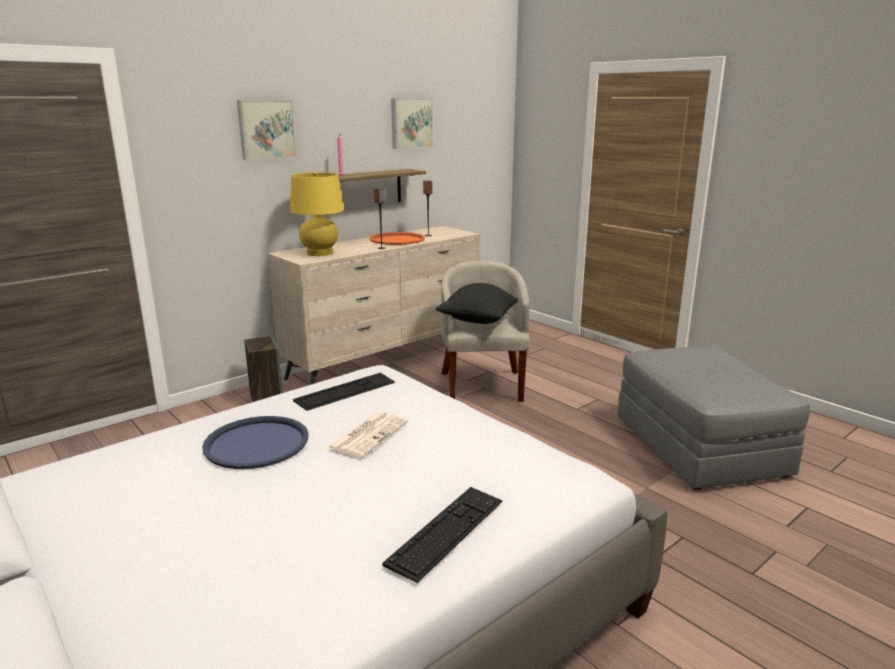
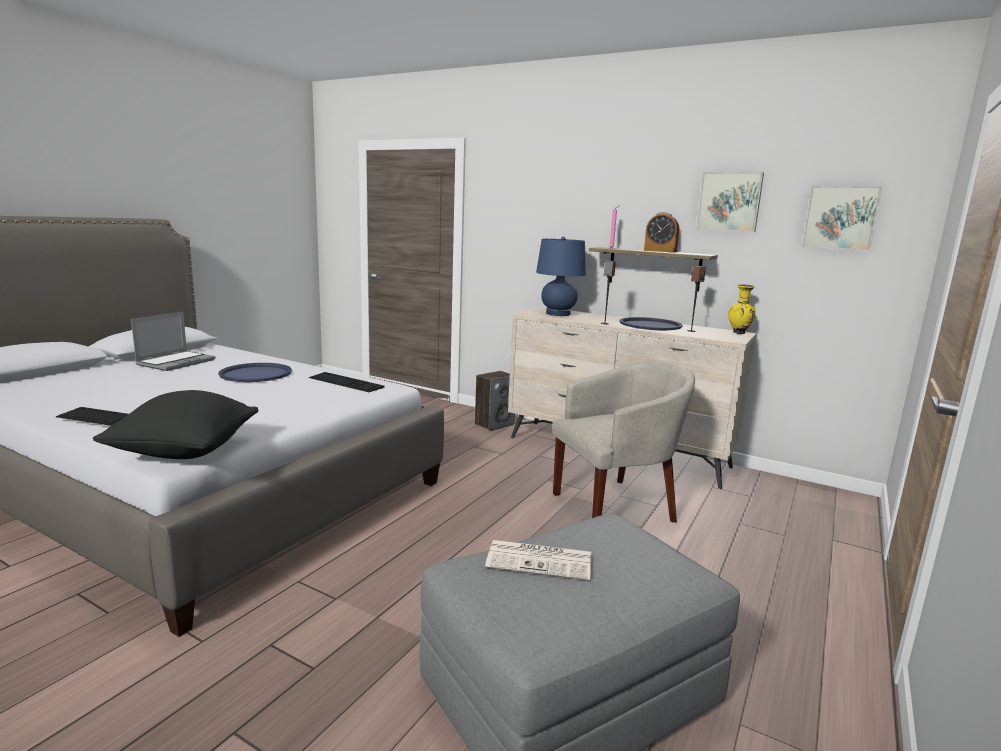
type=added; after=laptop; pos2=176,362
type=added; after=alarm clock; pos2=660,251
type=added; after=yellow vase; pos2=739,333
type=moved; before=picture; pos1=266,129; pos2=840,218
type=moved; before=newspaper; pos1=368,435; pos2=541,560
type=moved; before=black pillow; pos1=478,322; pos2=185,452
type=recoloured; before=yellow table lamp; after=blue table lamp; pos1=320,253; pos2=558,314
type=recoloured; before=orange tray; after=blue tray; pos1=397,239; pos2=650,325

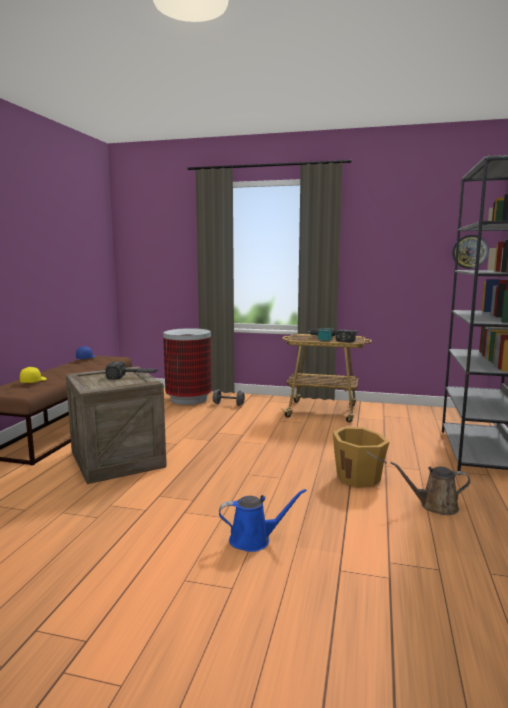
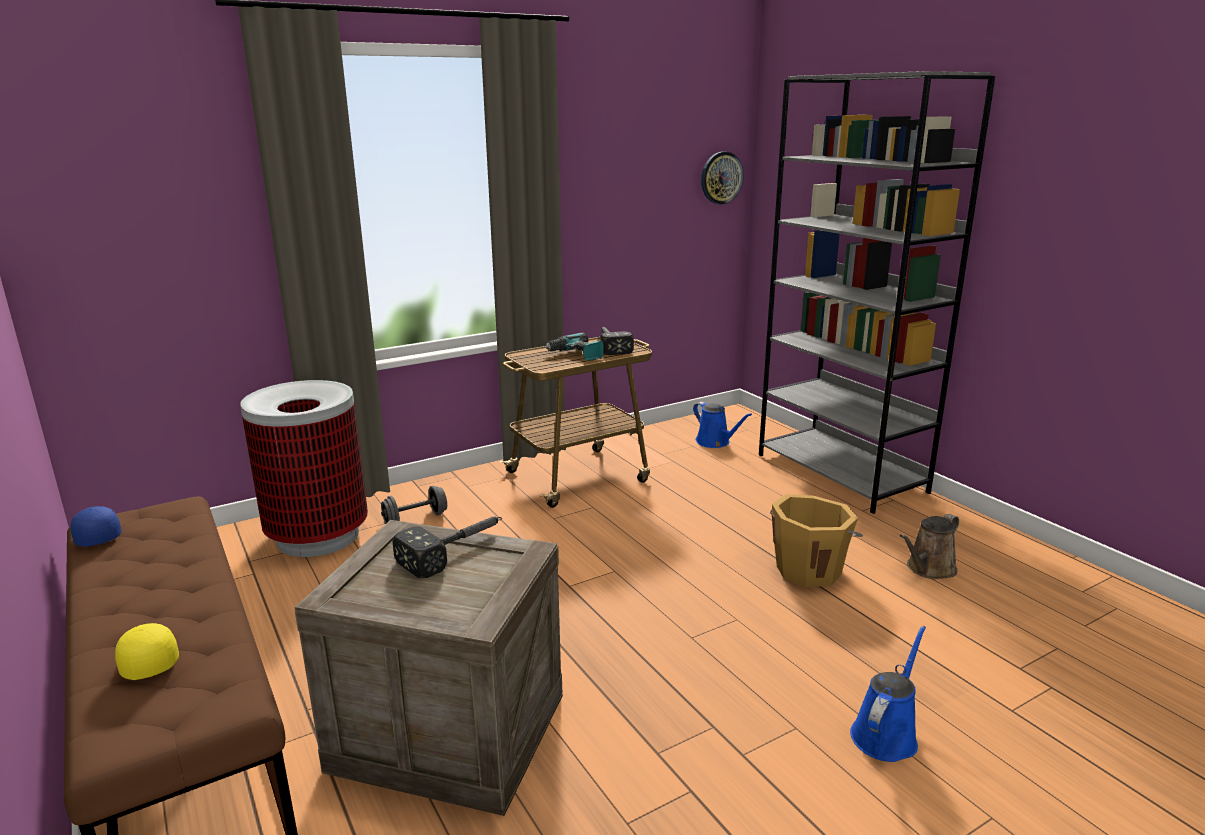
type=added; after=blue watering can; pos2=715,442

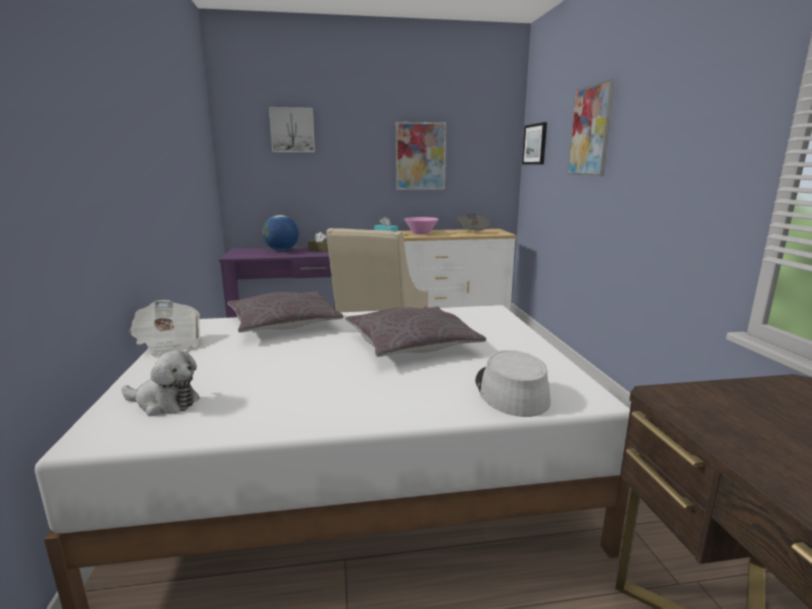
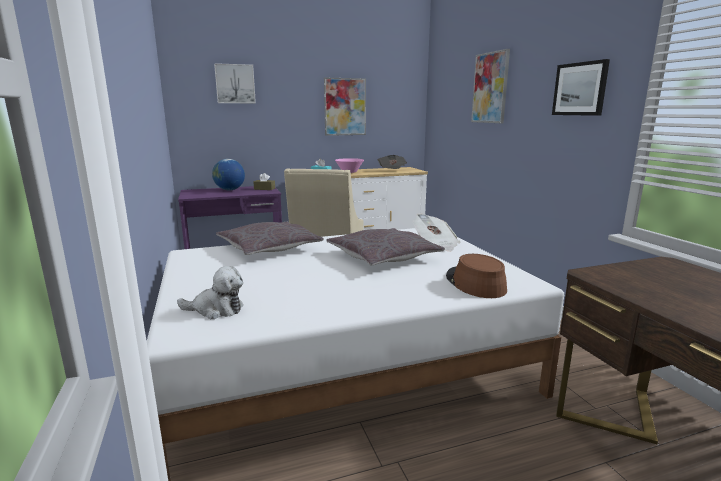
type=moved; before=newspaper; pos1=169,345; pos2=436,244
type=moved; before=picture; pos1=535,144; pos2=580,89
type=recoloured; before=grey hat; after=brown hat; pos1=510,391; pos2=475,283

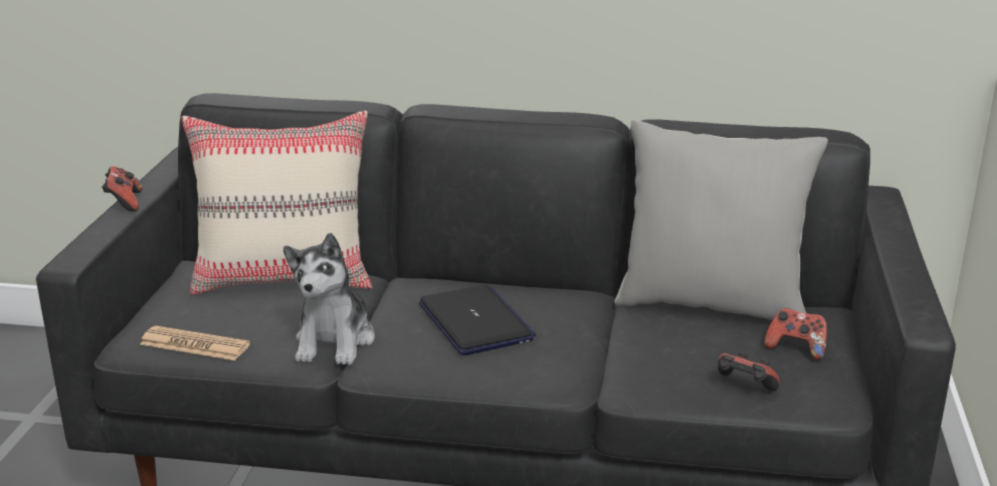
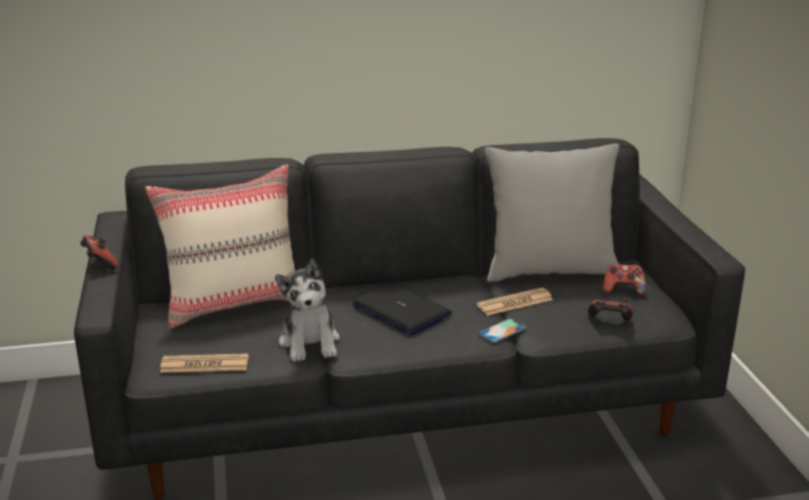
type=added; after=newspaper; pos2=514,303
type=added; after=phone; pos2=502,331

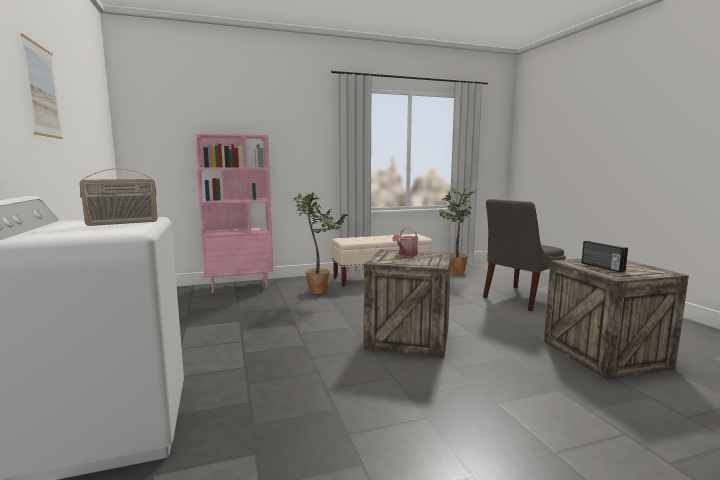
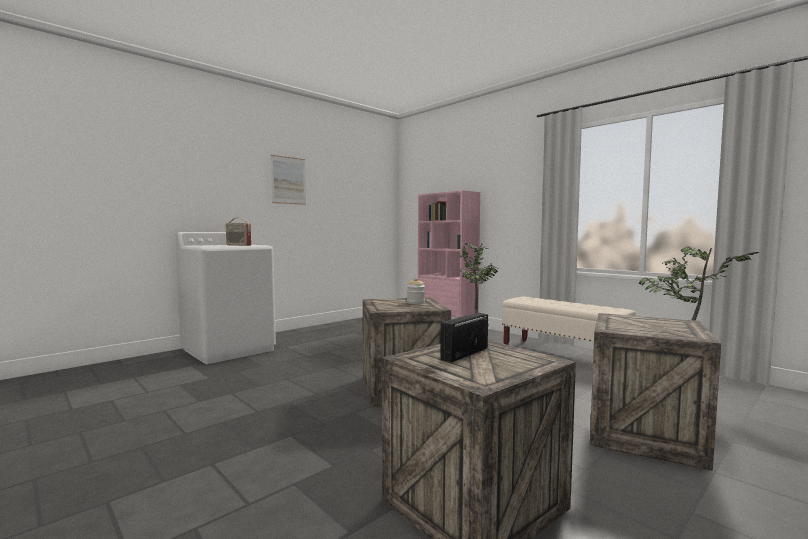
type=replaced; before=watering can; after=jar; pos1=406,254; pos2=415,302
type=replaced; before=grey chair; after=crate; pos1=519,298; pos2=642,432

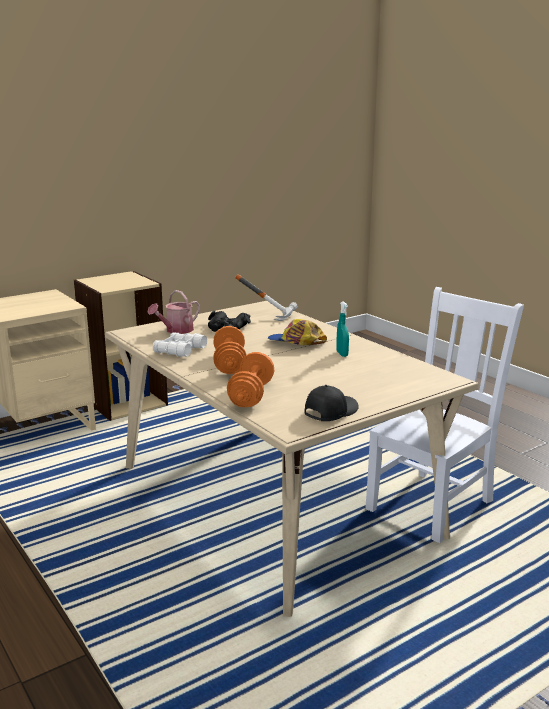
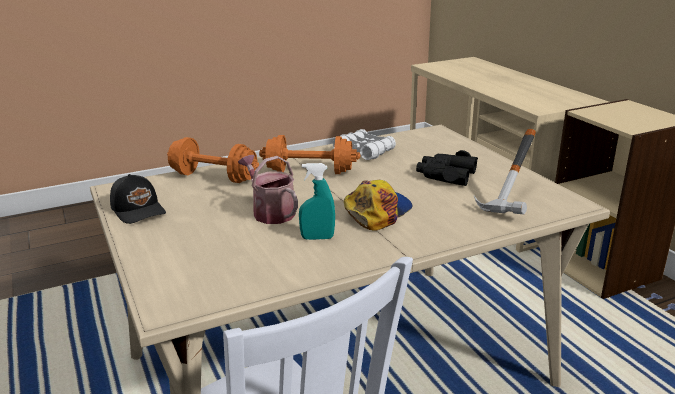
type=moved; before=watering can; pos1=176,330; pos2=270,212

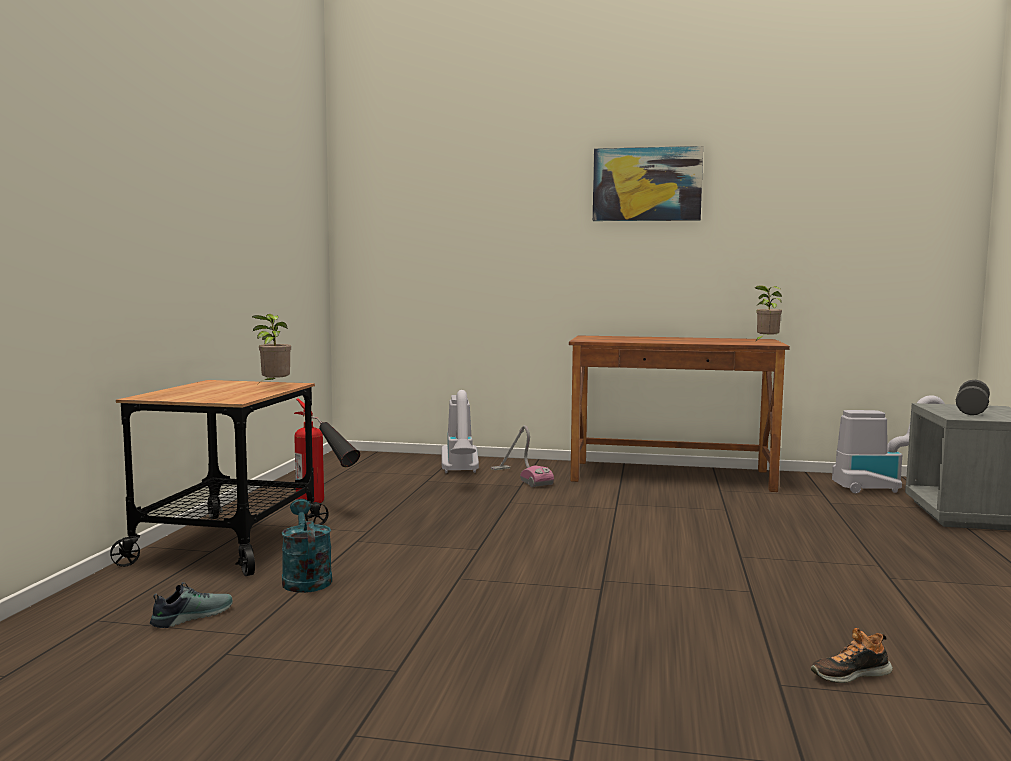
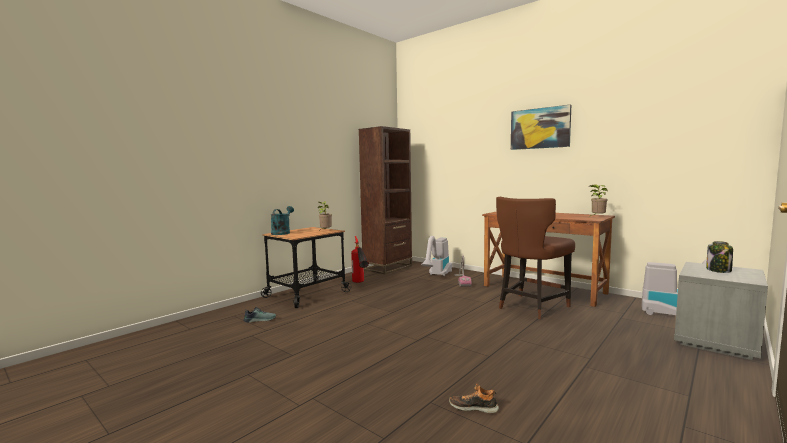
type=added; after=brown bookcase; pos2=387,267
type=added; after=brown chair; pos2=531,307
type=moved; before=turquoise watering can; pos1=305,578; pos2=282,233
type=replaced; before=grey dumbbell; after=jar; pos1=972,410; pos2=719,270

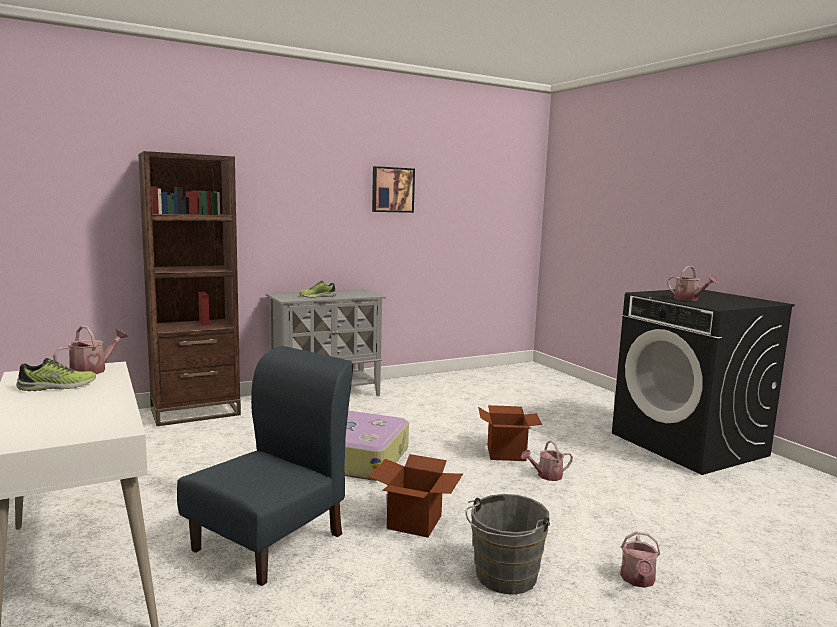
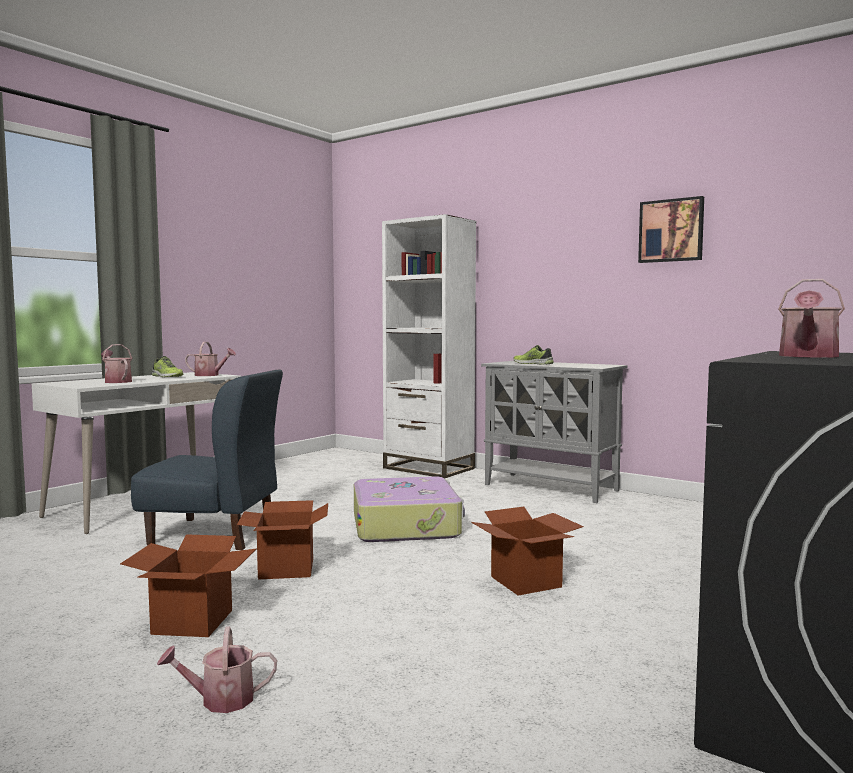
type=moved; before=watering can; pos1=546,476; pos2=116,381
type=replaced; before=grey bucket; after=cardboard box; pos1=503,578; pos2=192,622
type=recoloured; before=brown bookcase; after=white bookcase; pos1=195,412; pos2=428,468

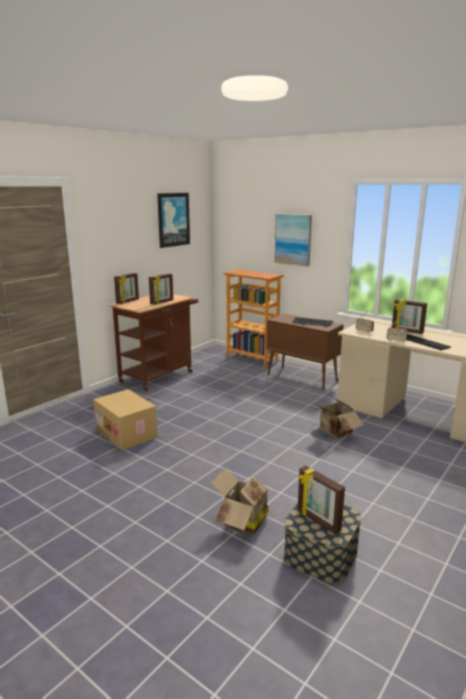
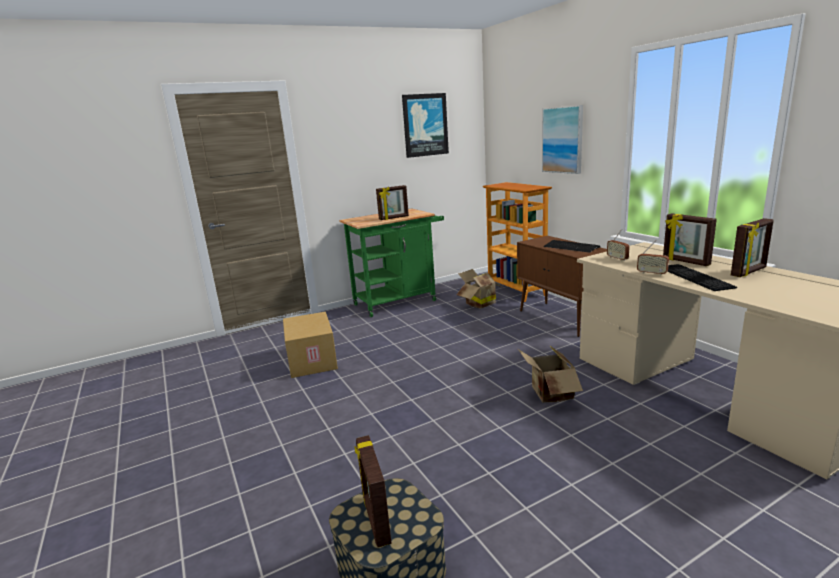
type=moved; before=picture frame; pos1=128,301; pos2=749,272
type=moved; before=cardboard box; pos1=242,522; pos2=478,304
type=recoloured; before=brown cart; after=green cart; pos1=159,375; pos2=399,301

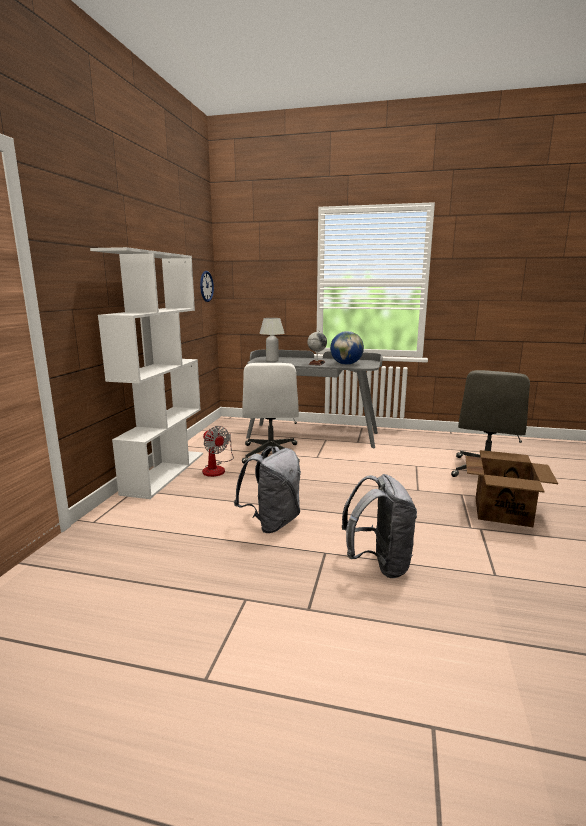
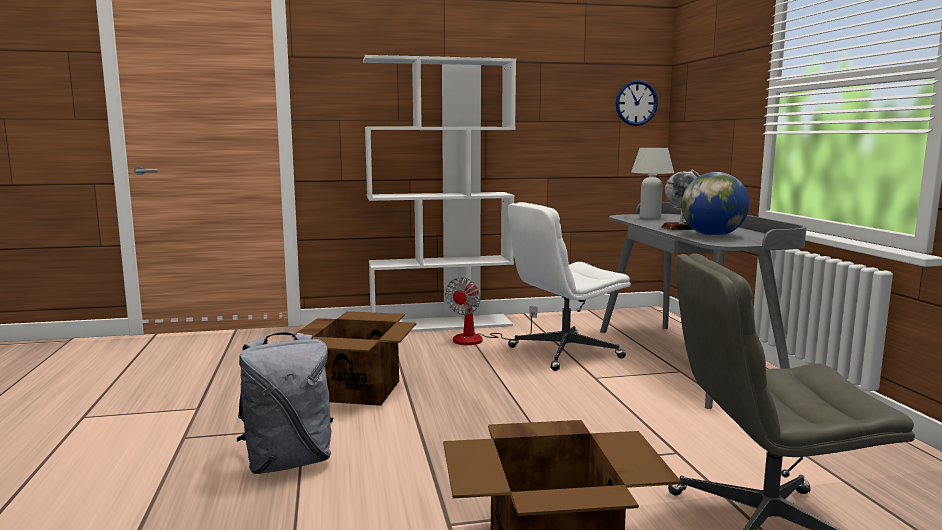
type=replaced; before=grey backpack; after=cardboard box; pos1=272,523; pos2=359,390

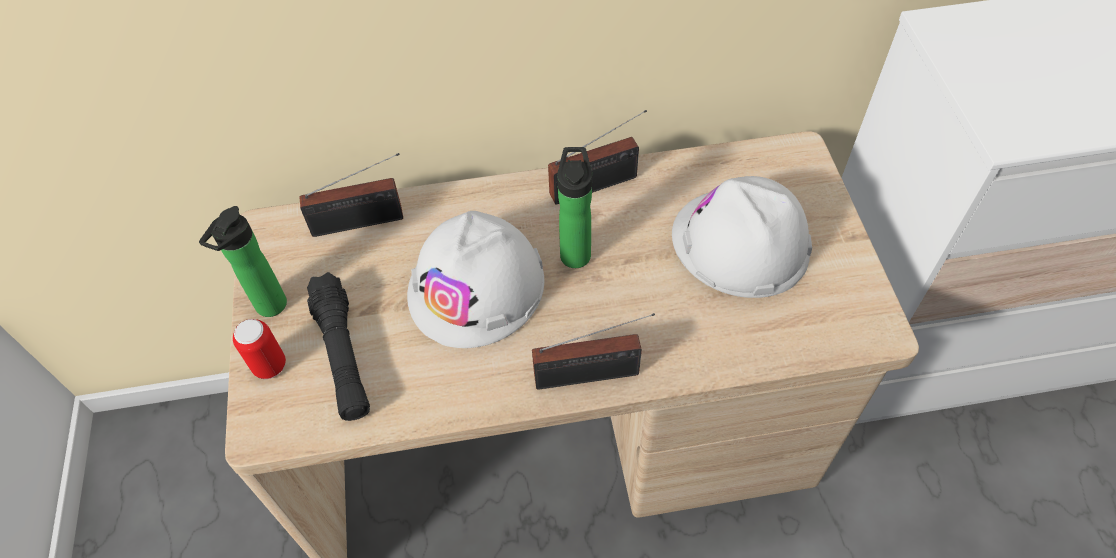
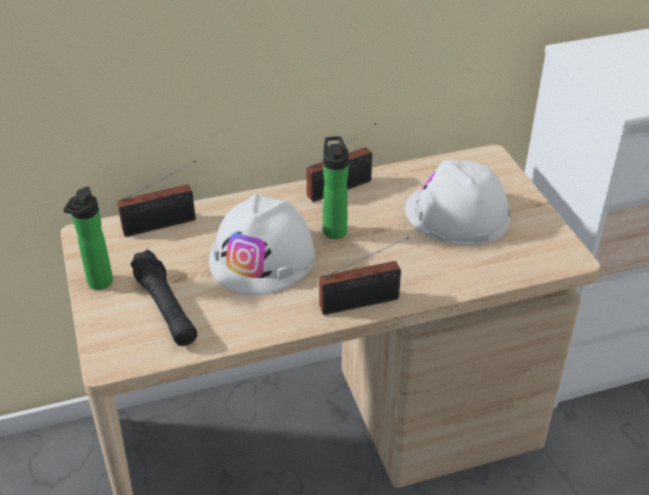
type=removed; before=can; pos1=269,366

